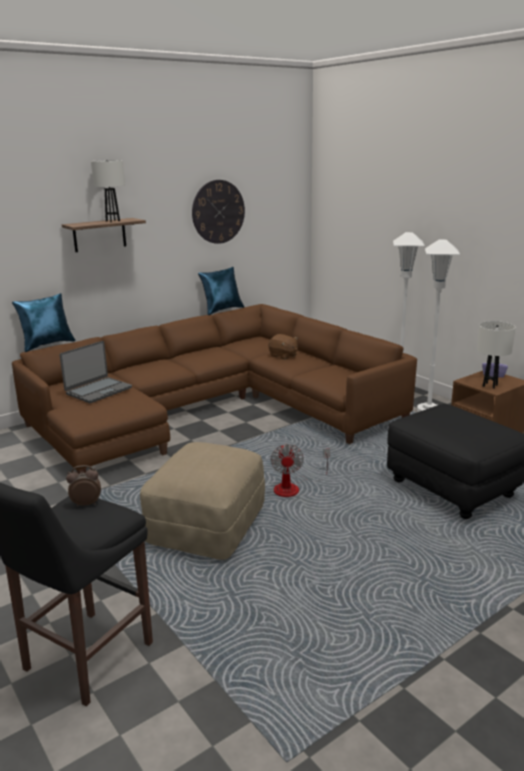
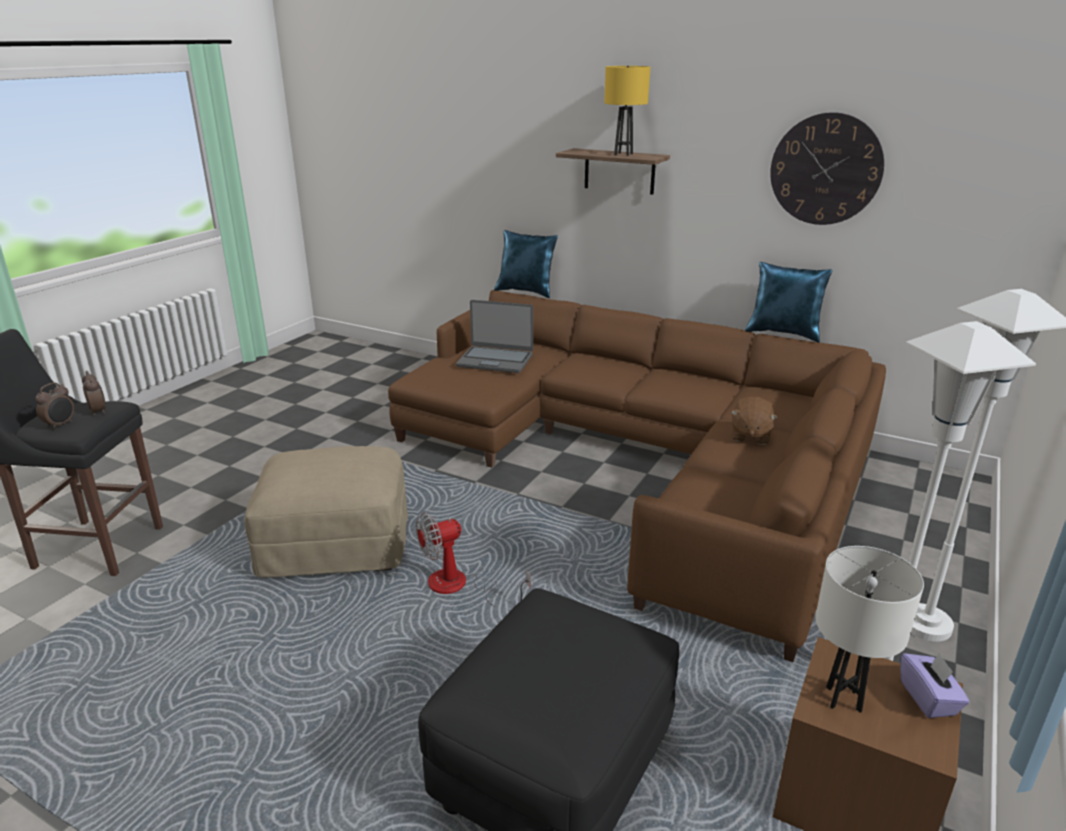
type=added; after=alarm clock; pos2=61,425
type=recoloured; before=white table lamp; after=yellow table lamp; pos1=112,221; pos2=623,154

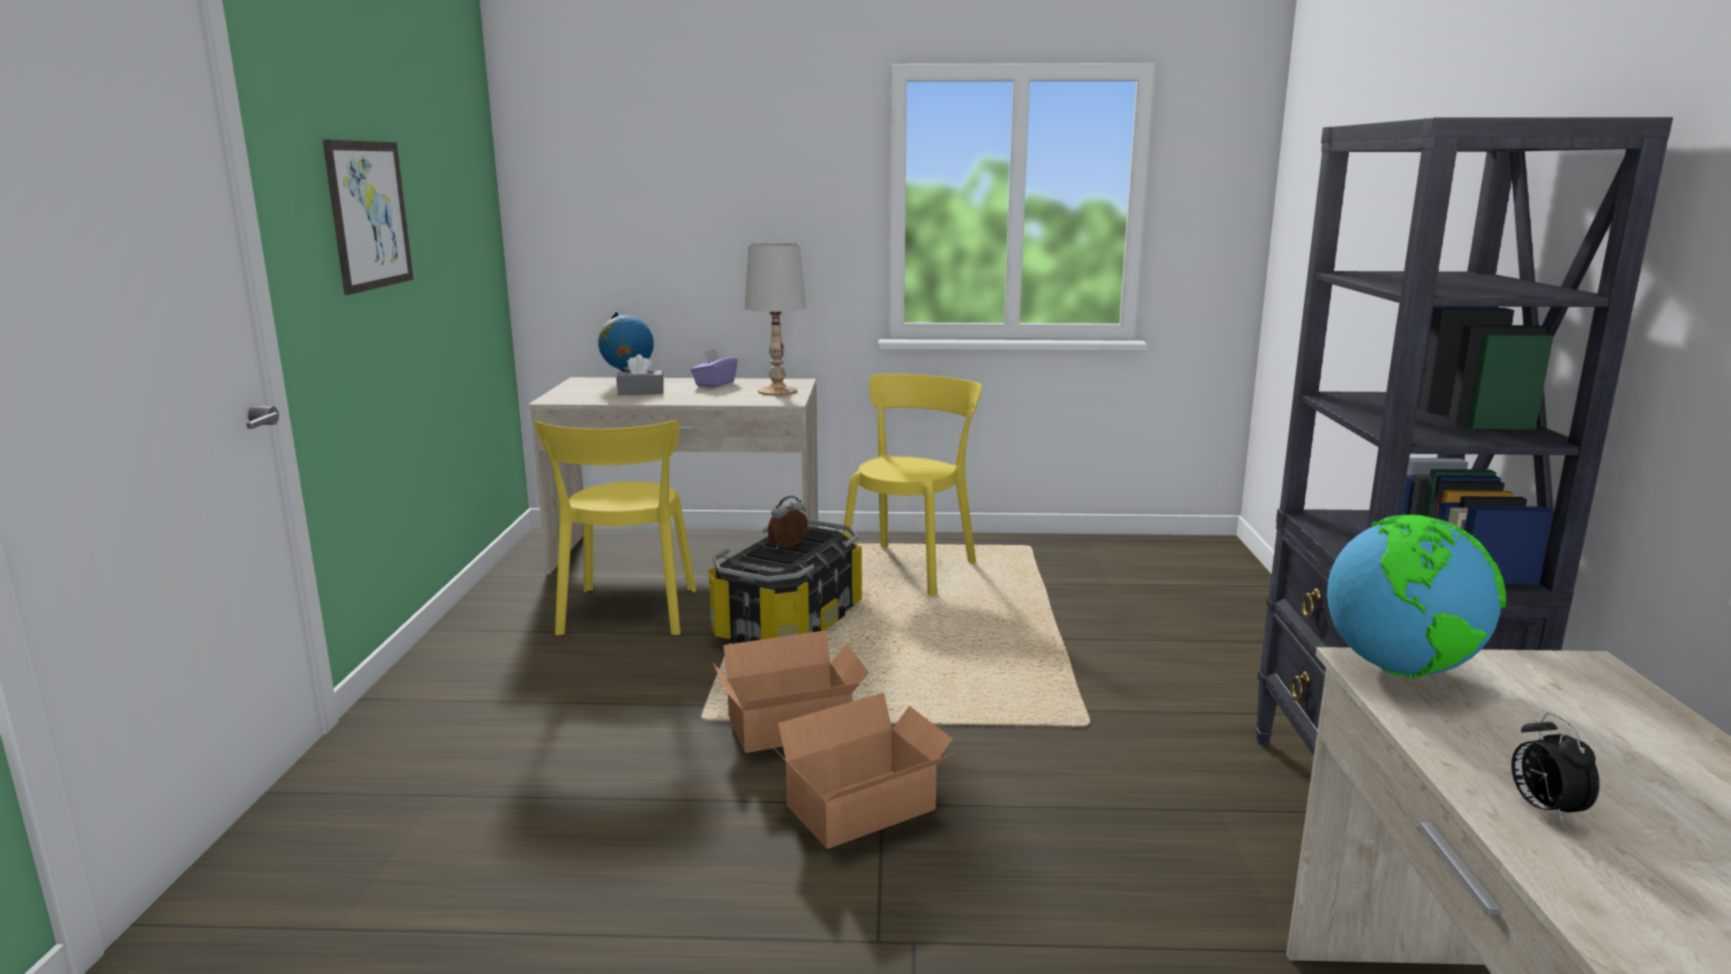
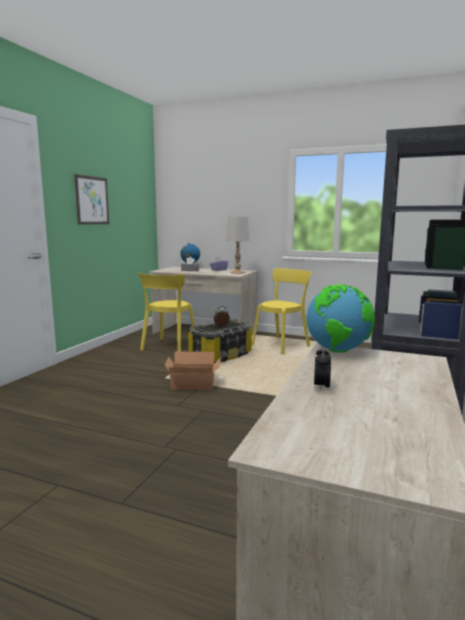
type=removed; before=cardboard box; pos1=866,809

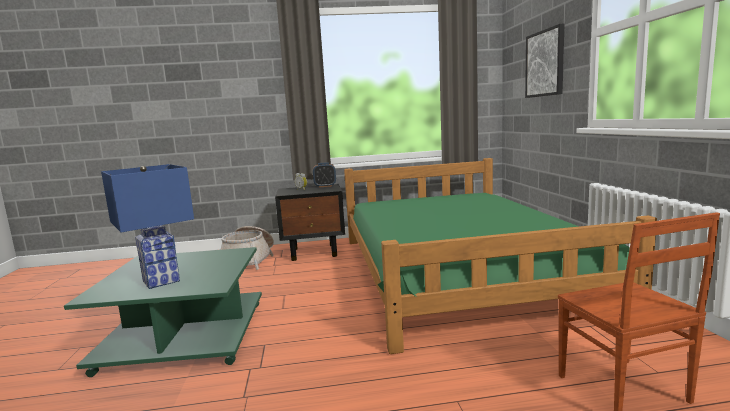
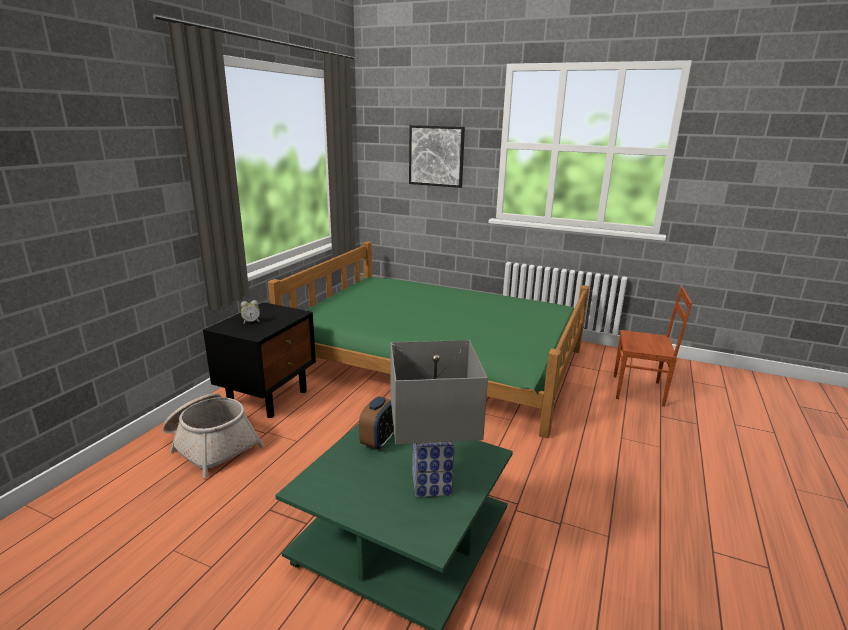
type=moved; before=alarm clock; pos1=325,186; pos2=379,441
type=recoloured; before=blue table lamp; after=grey table lamp; pos1=160,281; pos2=432,485

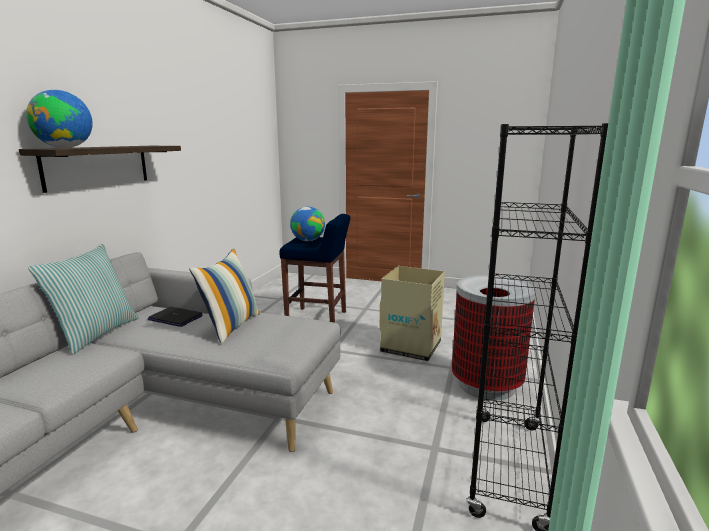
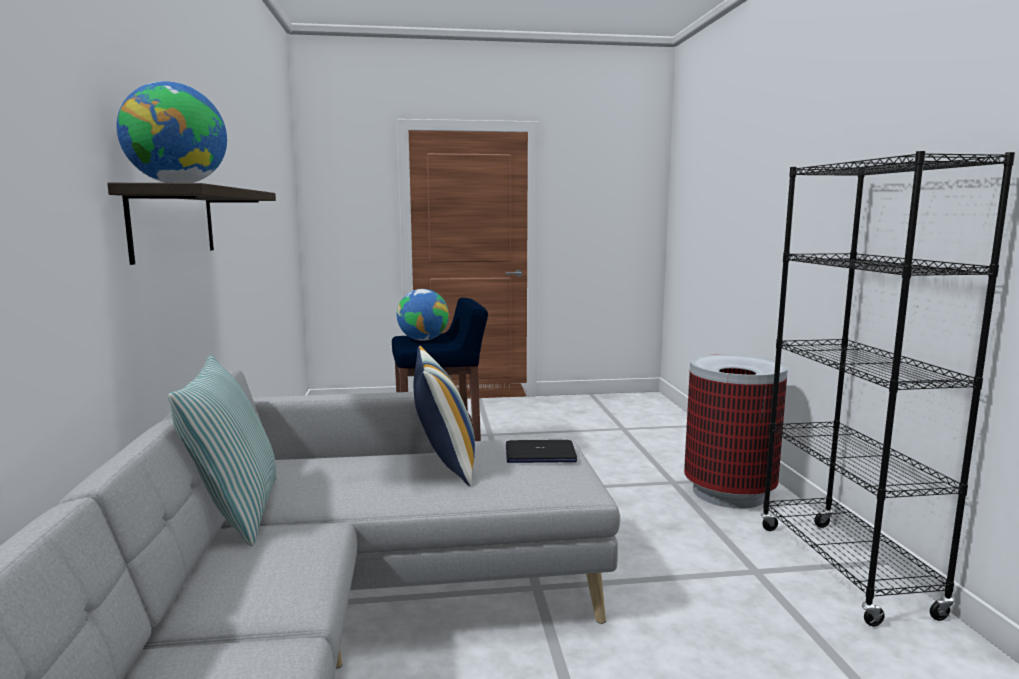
type=removed; before=cardboard box; pos1=411,346
type=moved; before=laptop; pos1=175,318; pos2=540,454

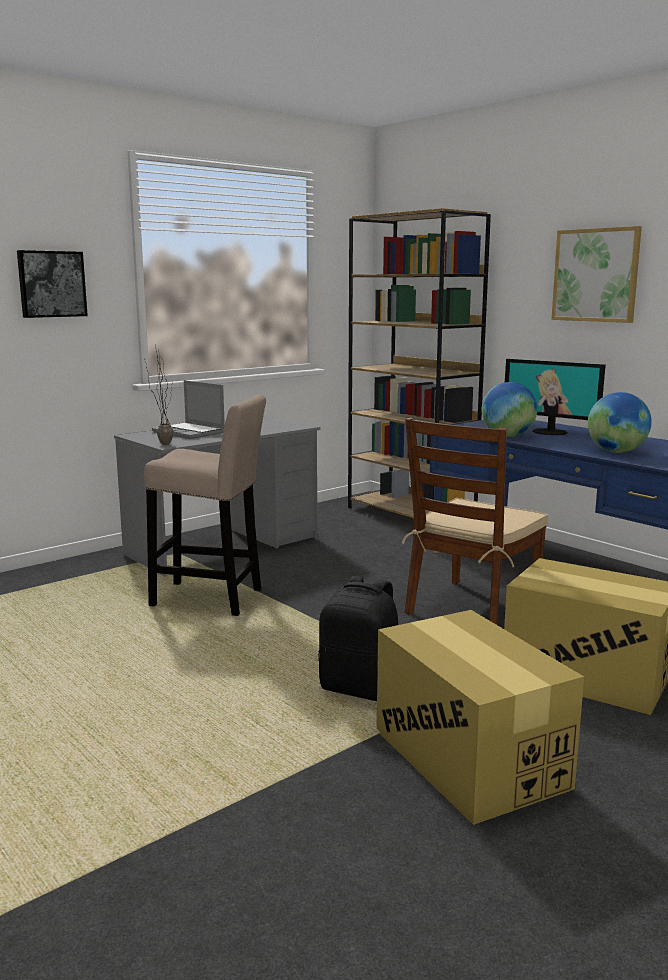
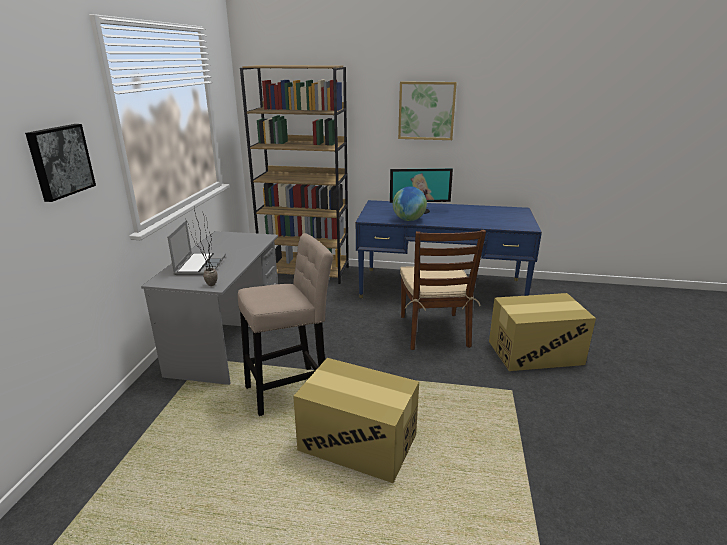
type=removed; before=black backpack; pos1=361,689
type=removed; before=globe; pos1=616,452
type=moved; before=cardboard box; pos1=469,757; pos2=357,442
type=turned; before=laptop; pos1=190,432; pos2=200,265; turn=-90

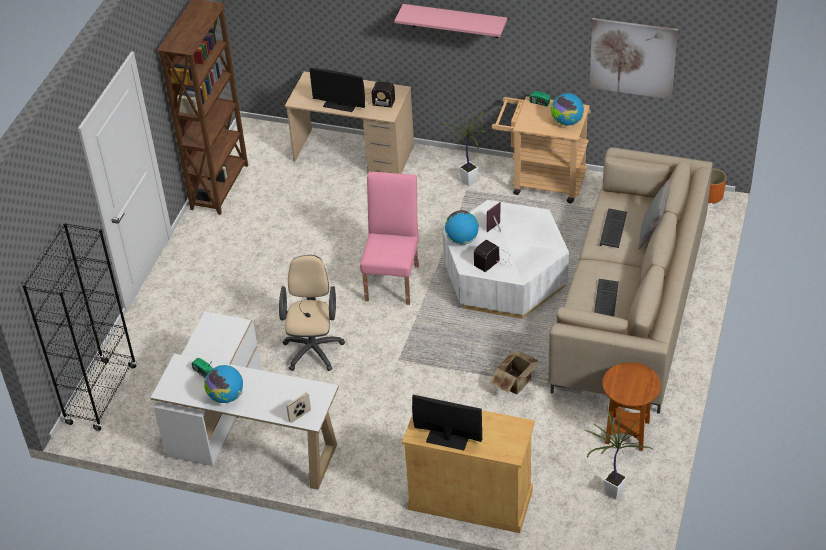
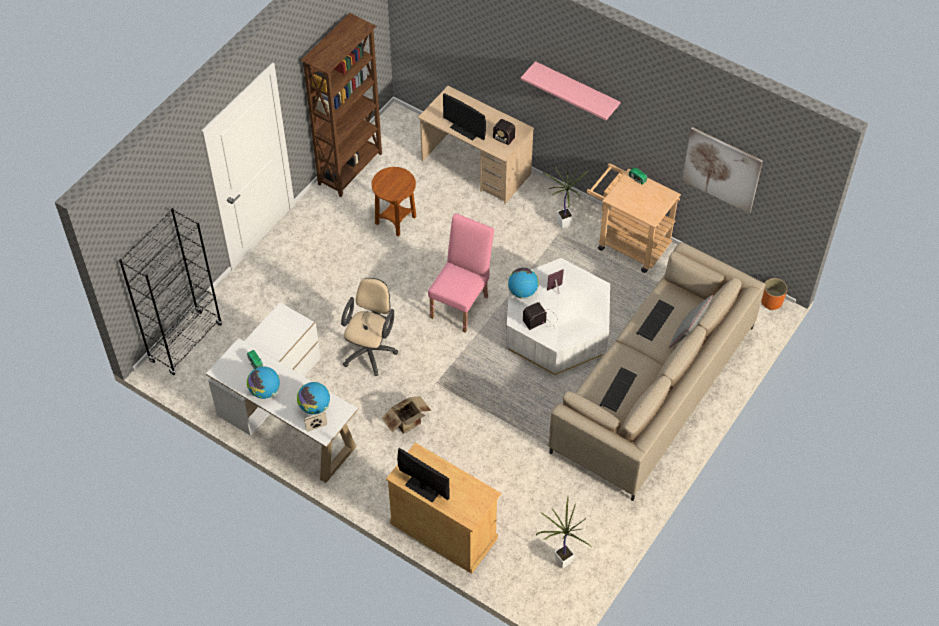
type=moved; before=cardboard box; pos1=517,383; pos2=408,423
type=moved; before=globe; pos1=567,122; pos2=314,407
type=moved; before=brown side table; pos1=627,433; pos2=395,220

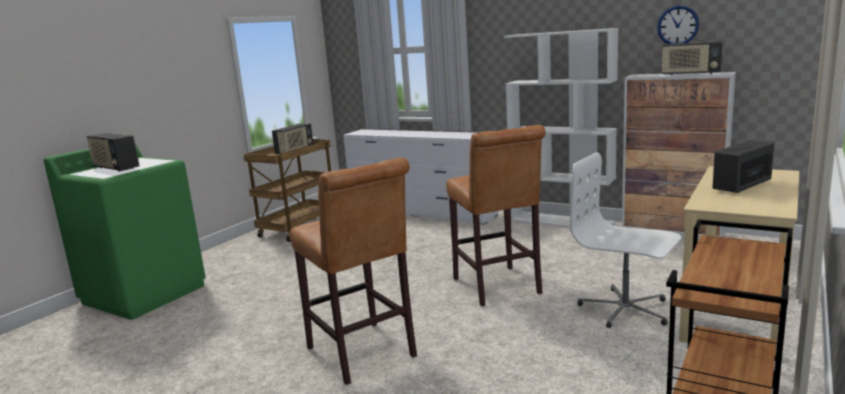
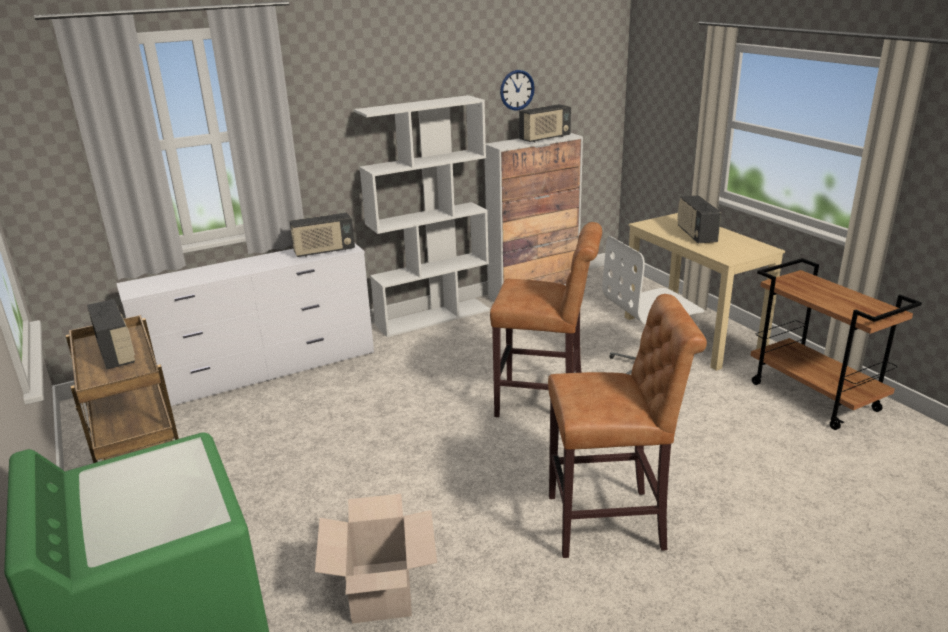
type=added; after=cardboard box; pos2=380,591
type=moved; before=radio; pos1=115,168; pos2=324,251

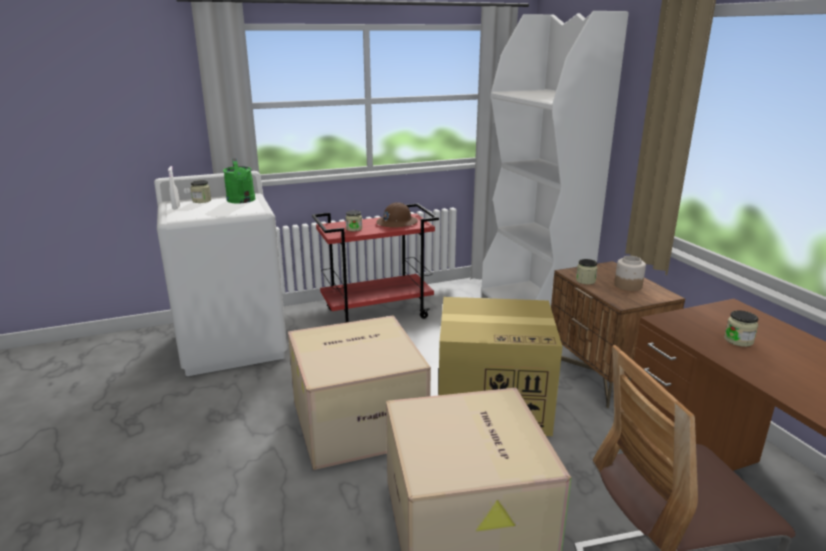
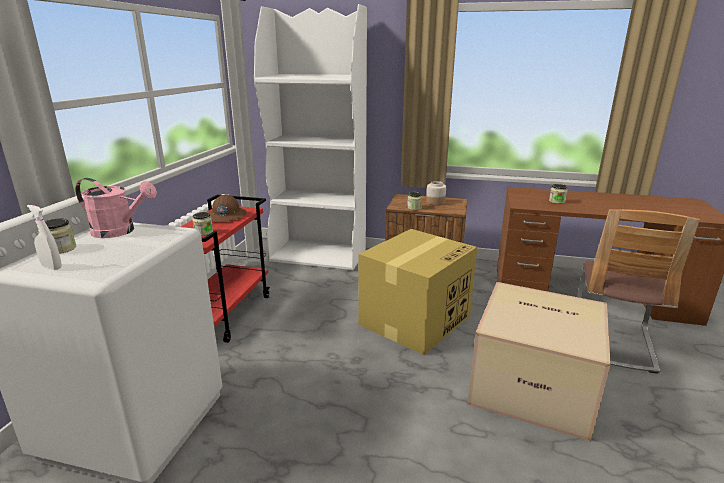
type=removed; before=cardboard box; pos1=359,420
type=recoloured; before=green watering can; after=pink watering can; pos1=241,201; pos2=120,231

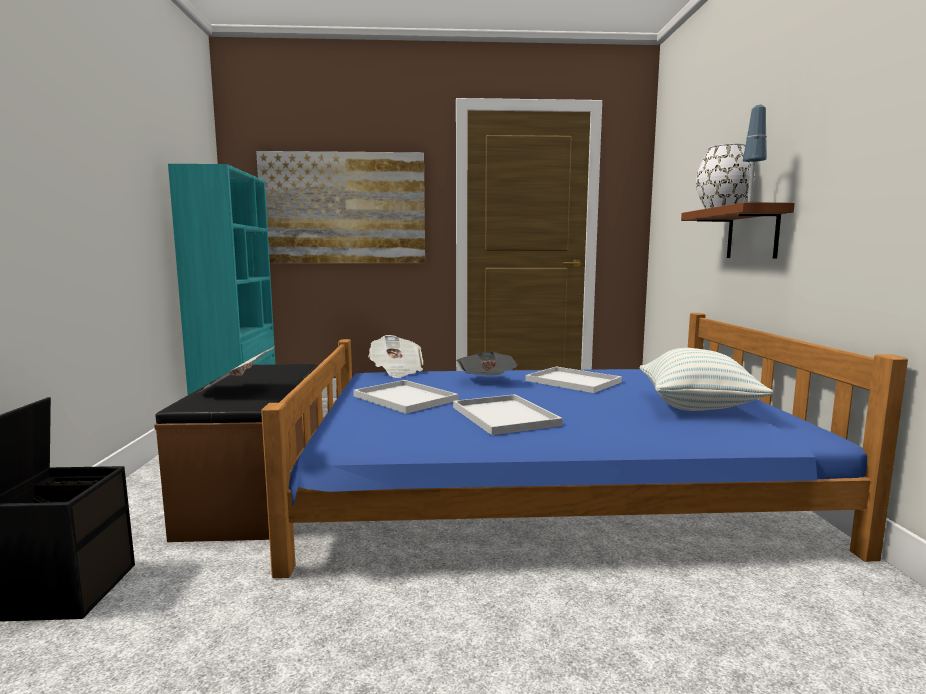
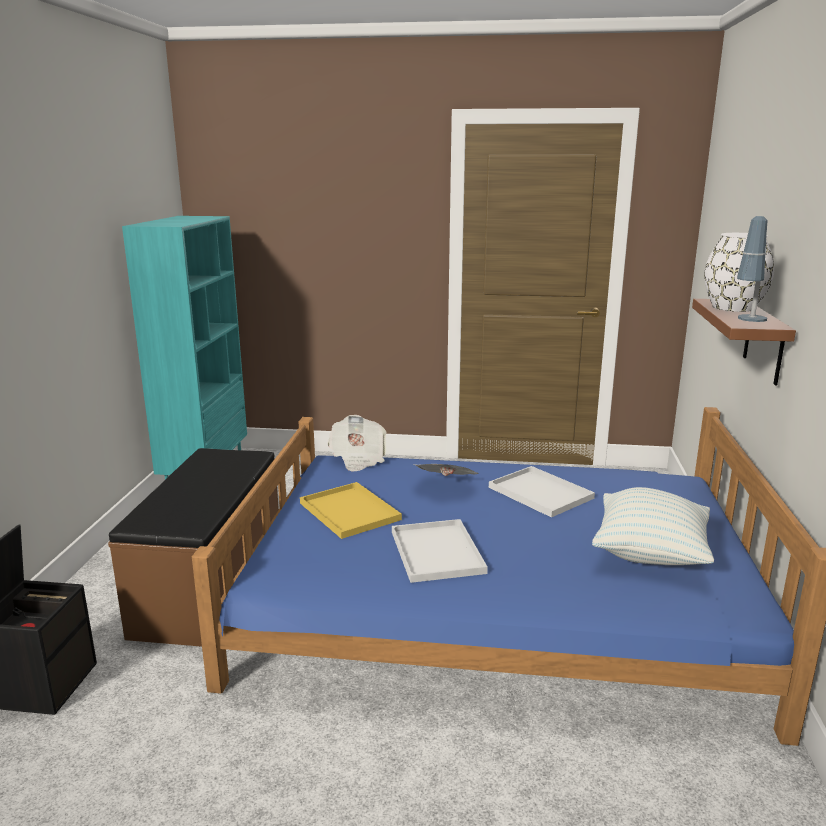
type=removed; before=newspaper; pos1=237,390
type=removed; before=picture; pos1=343,208
type=recoloured; before=white tray; after=yellow tray; pos1=407,398; pos2=351,512

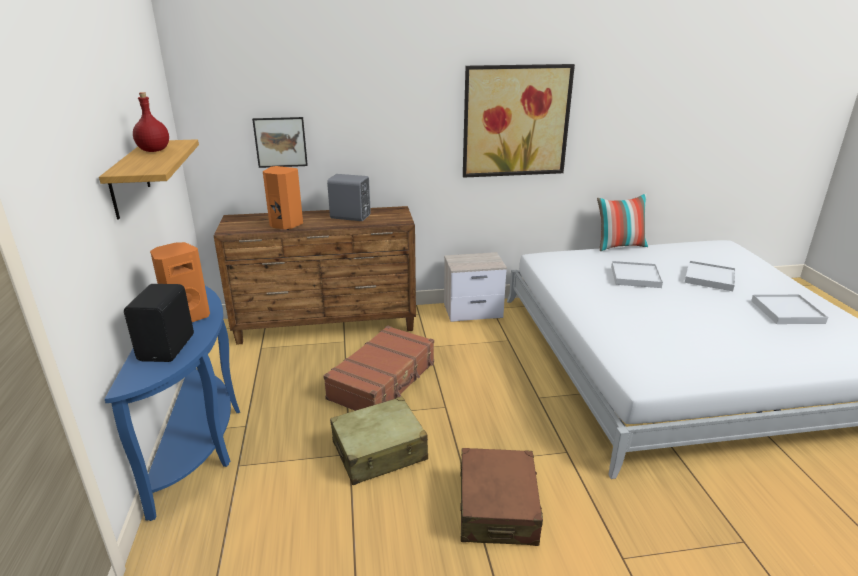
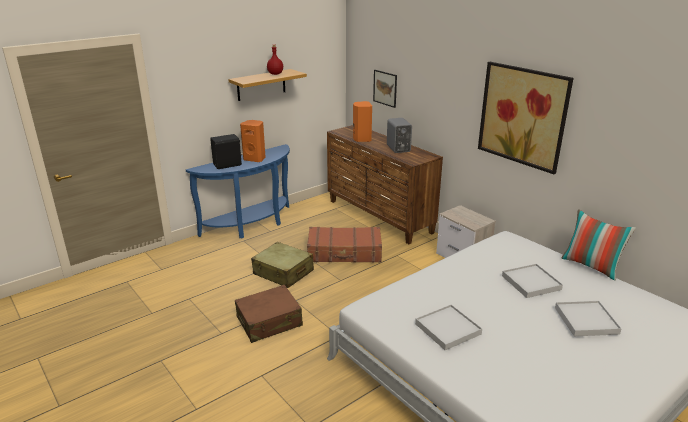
type=moved; before=white tray; pos1=786,312; pos2=448,329

